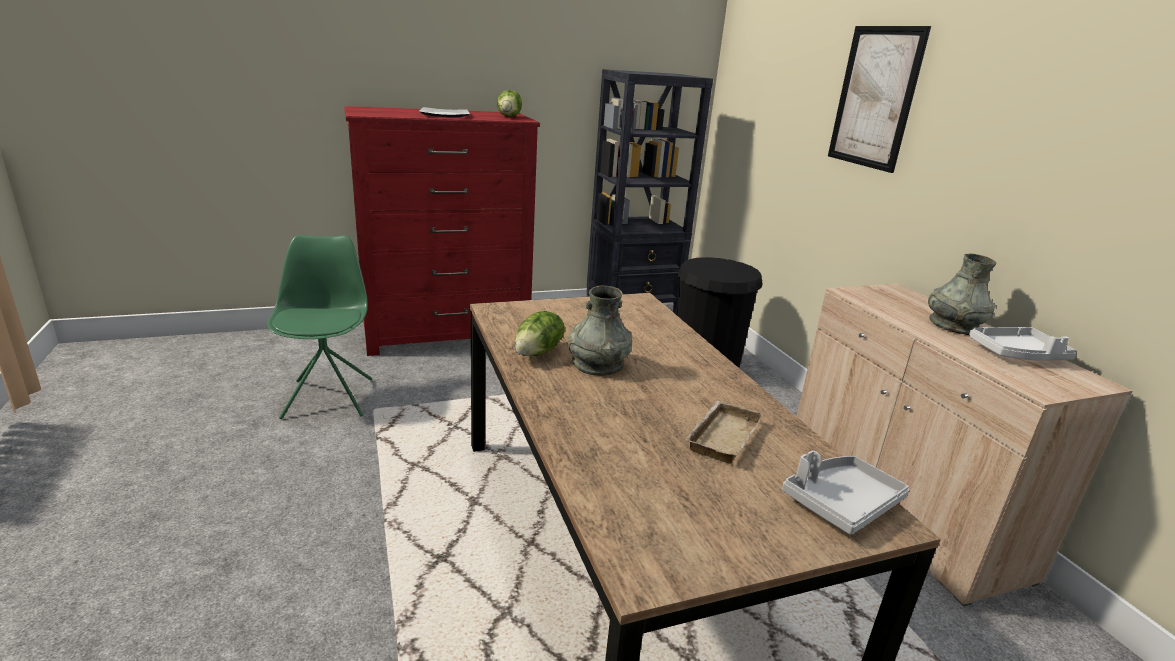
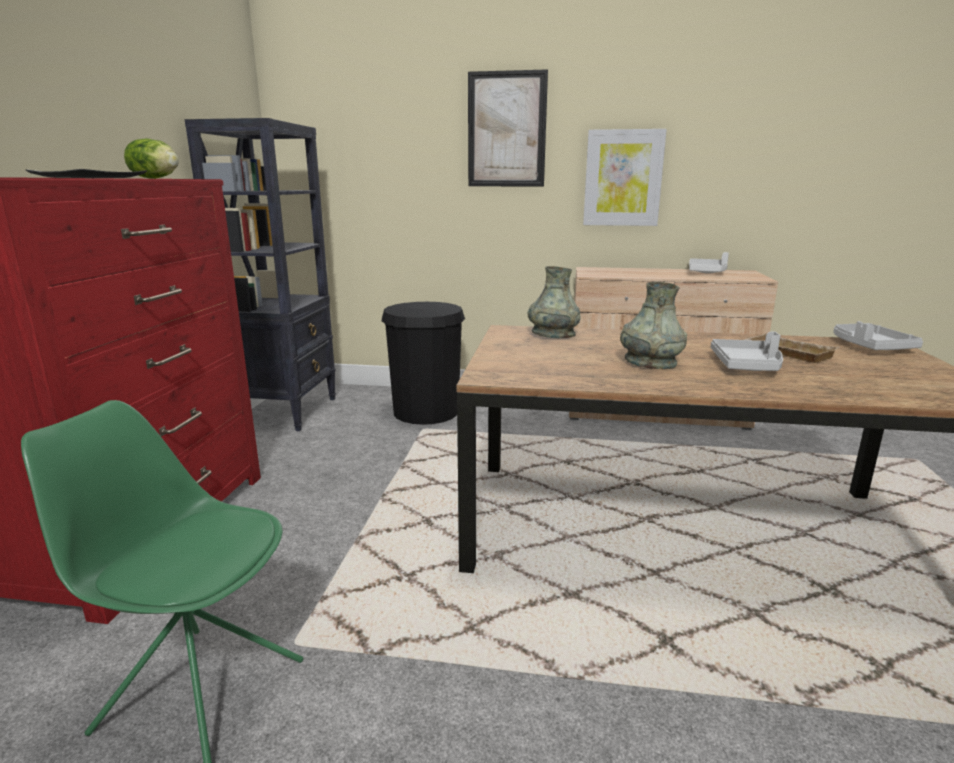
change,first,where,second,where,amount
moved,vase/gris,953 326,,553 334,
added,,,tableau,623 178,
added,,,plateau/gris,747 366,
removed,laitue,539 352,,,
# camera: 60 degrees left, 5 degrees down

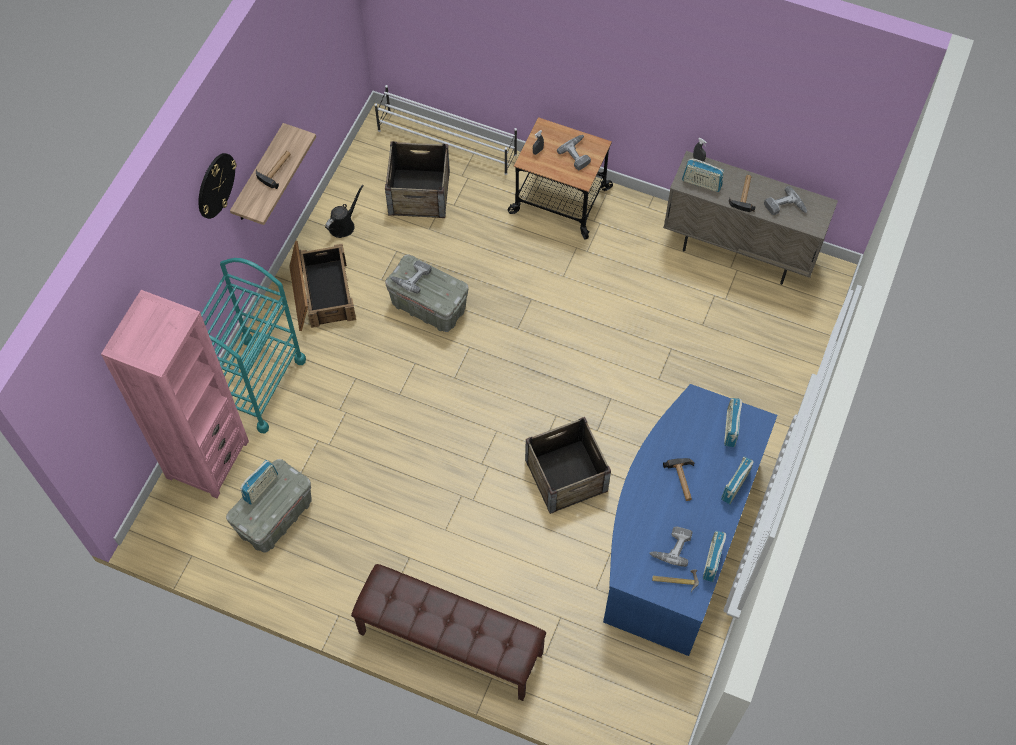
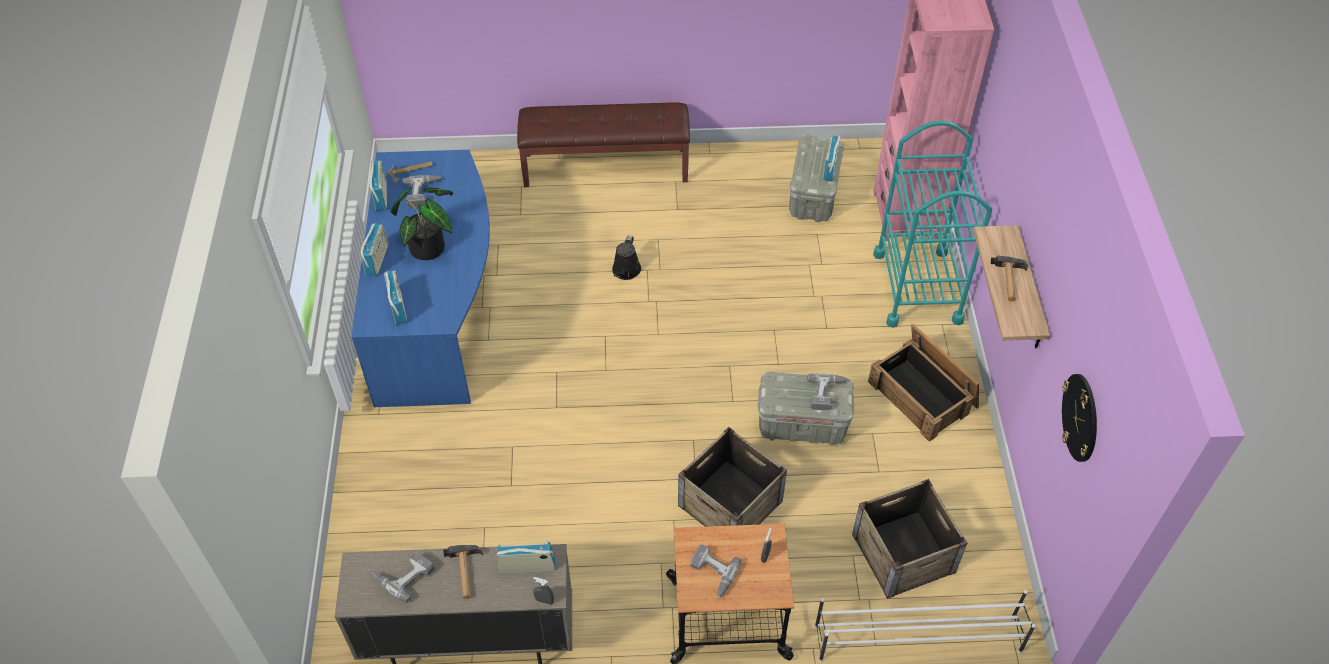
change,first,where,second,where,amount
replaced,marteau,683 481,plante en pot,431 246,
moved,arrosoir/noir,343 225,,625 271,
moved,caisse,566 475,,729 503,
moved,horloge murale,215 185,,1080 417,
# camera: 155 degrees right, 10 degrees down

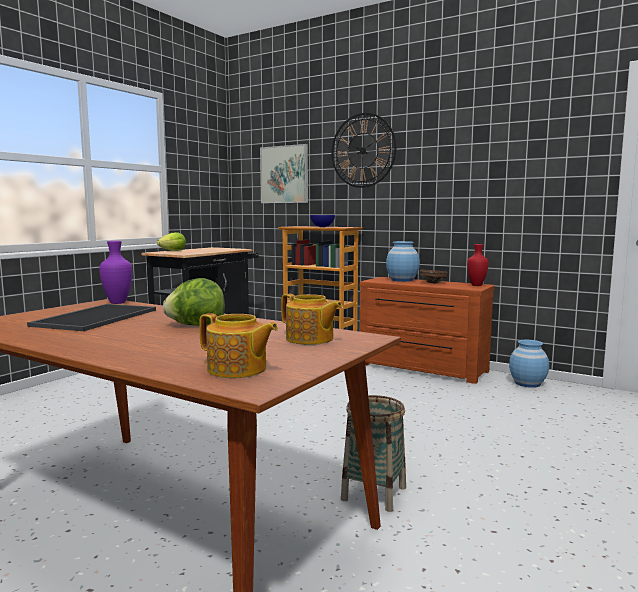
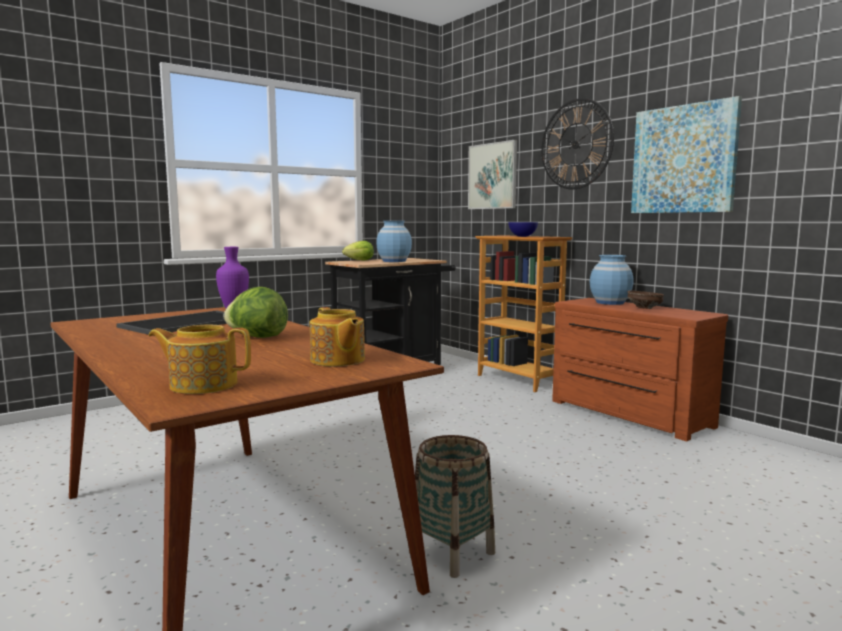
change,first,where,second,where,amount
turned,théière,237 370,,202 385,135 degrees clockwise
moved,vase/bleu,527 383,,394 261,
added,,,tableau,683 159,
removed,vase/rouge,476 285,,,
# camera: 20 degrees right, 0 degrees up

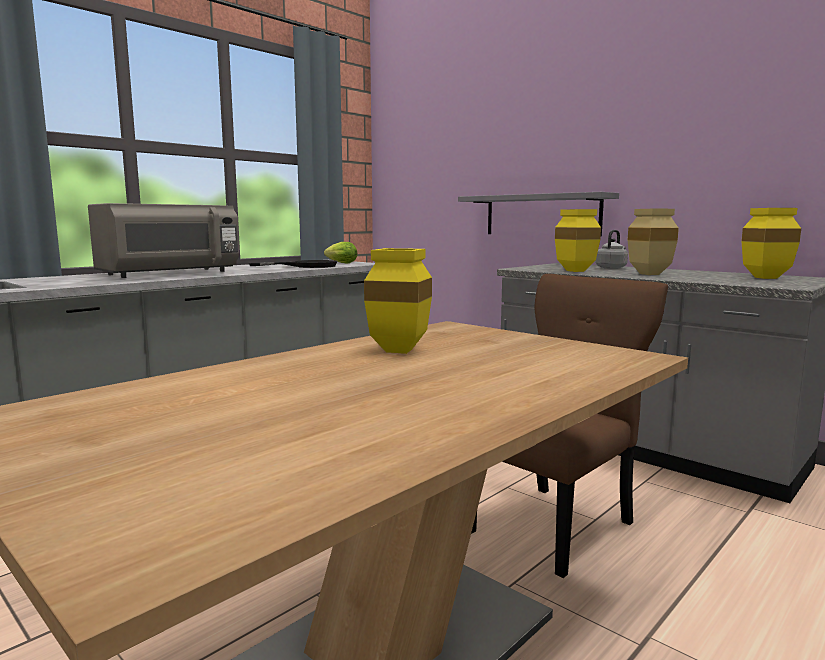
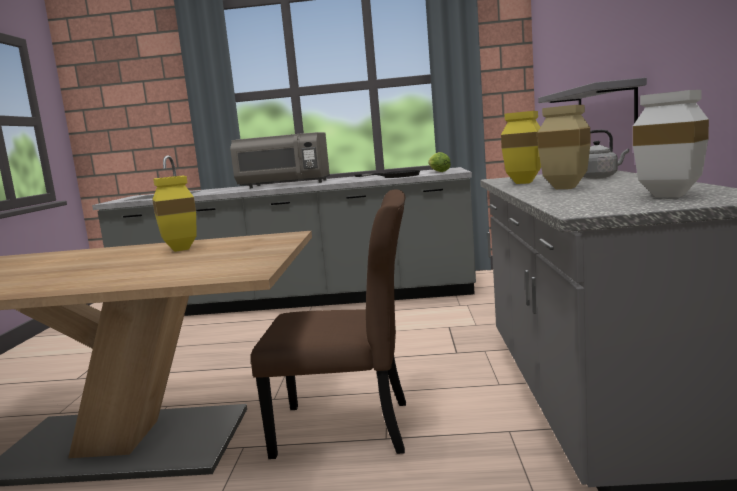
change,first,where,second,where,amount
recoloured,vase/jaune,764 278,vase/blanc,665 196,
# camera: 50 degrees right, 0 degrees up

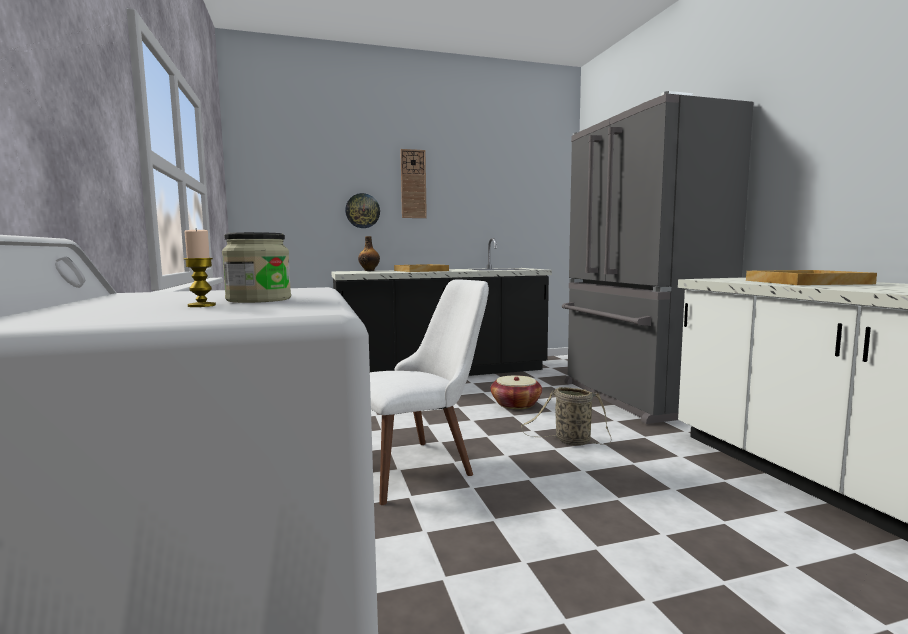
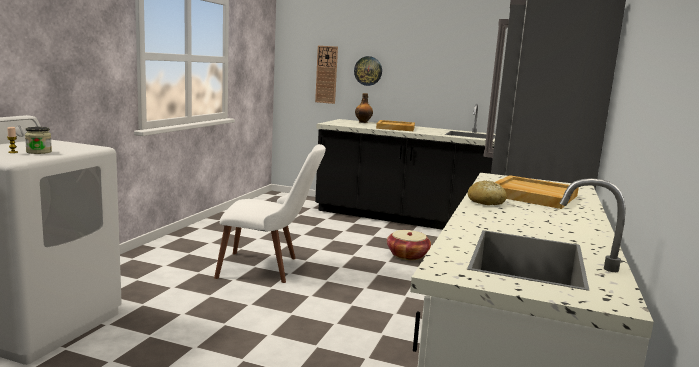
change,first,where,second,where,amount
moved,horloge murale,413 184,,326 74,
added,,,pain,486 202,
removed,panier,570 441,,,
# camera: 35 degrees right, 5 degrees up

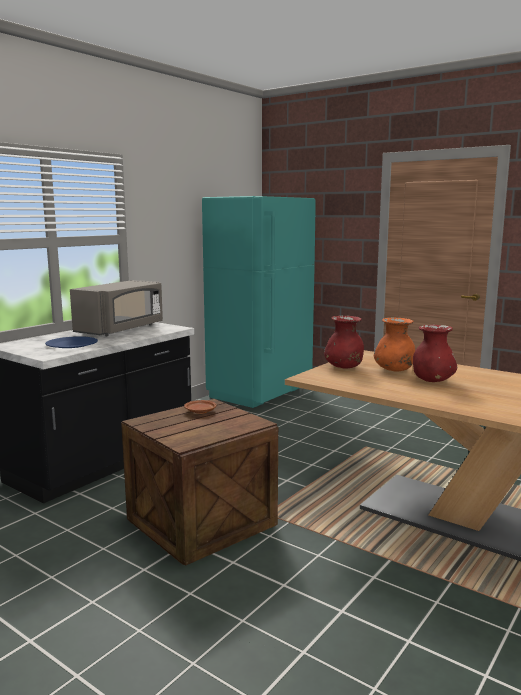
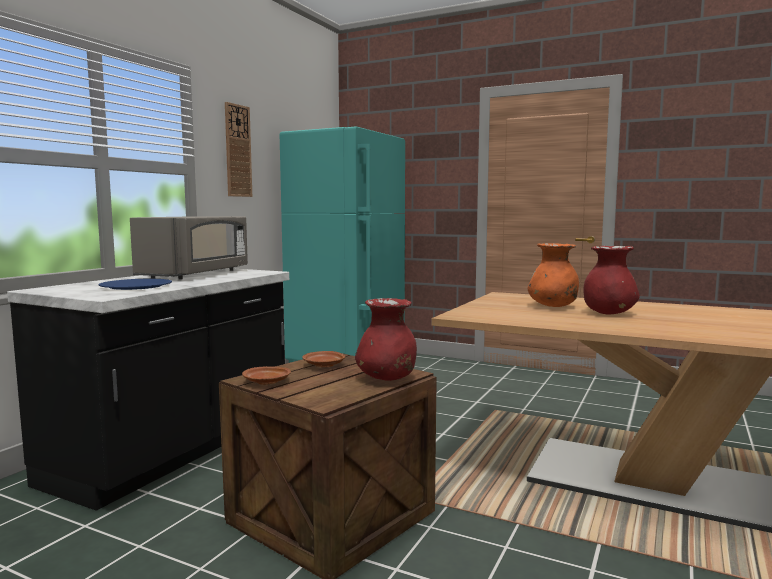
change,first,where,second,where,amount
added,,,horloge murale,237 151,
added,,,assiette/marron,267 382,
moved,vase/rouge,344 367,,387 379,
# camera: 10 degrees left, 5 degrees down

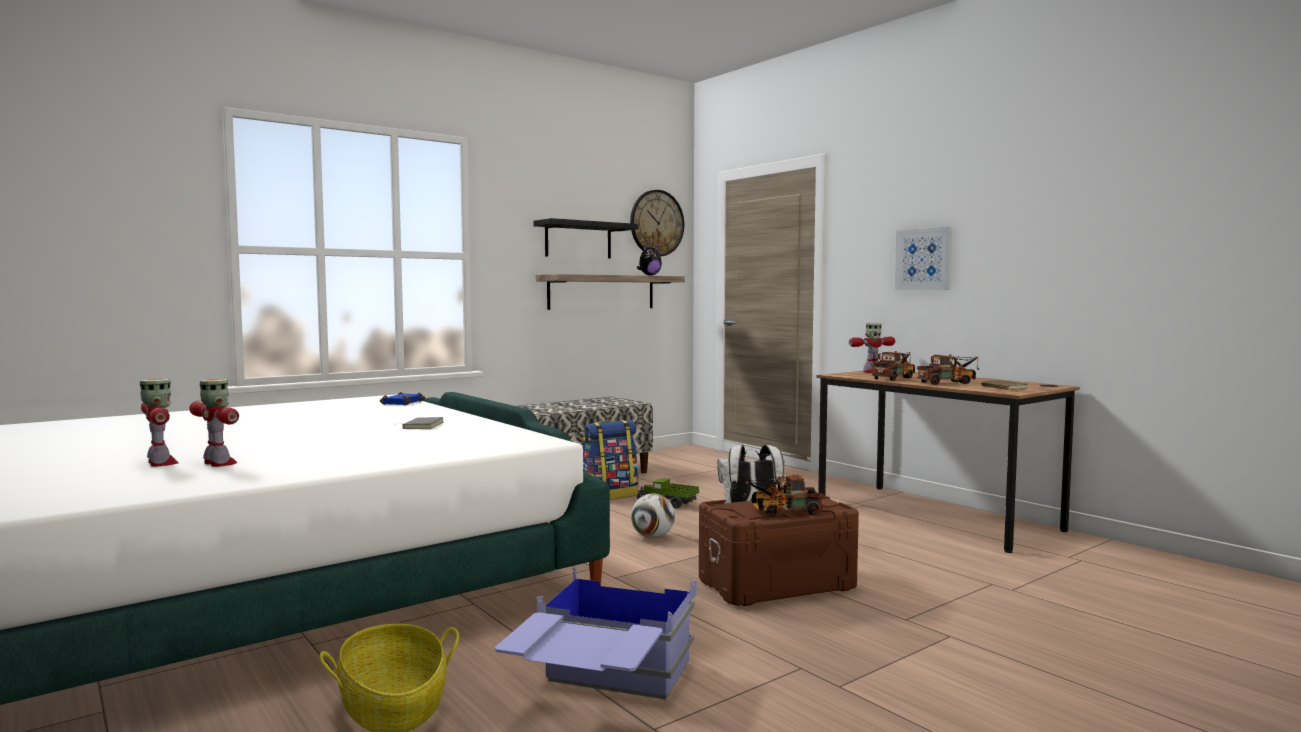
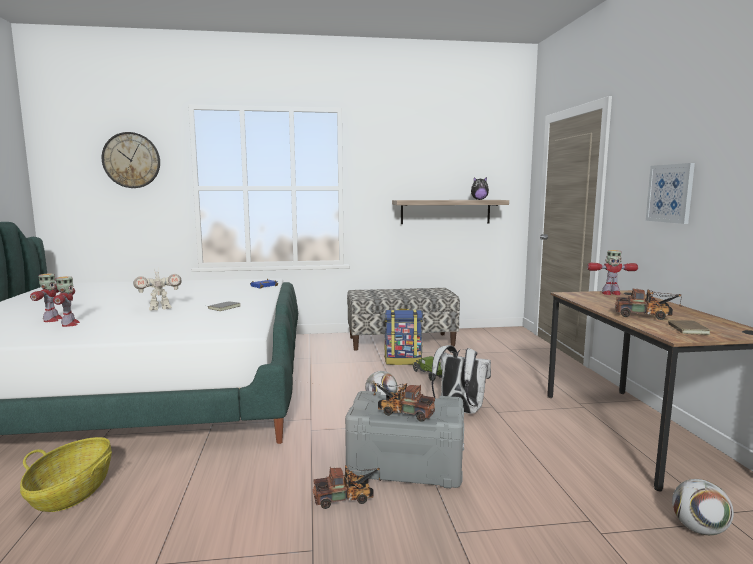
change,first,where,second,where,amount
moved,horloge murale,656 223,,131 160,
added,,,robot jouet,159 309,
moved,camion jouet,895 378,,347 498,
recoloured,boîte de rangement/marron,775 583,boîte de rangement/gris,405 465,
added,,,ballon de foot,699 529,
removed,boîte de rangement/bleu,601 694,,,
removed,étagère/noir,578 240,,,
# camera: 30 degrees right, 5 degrees up

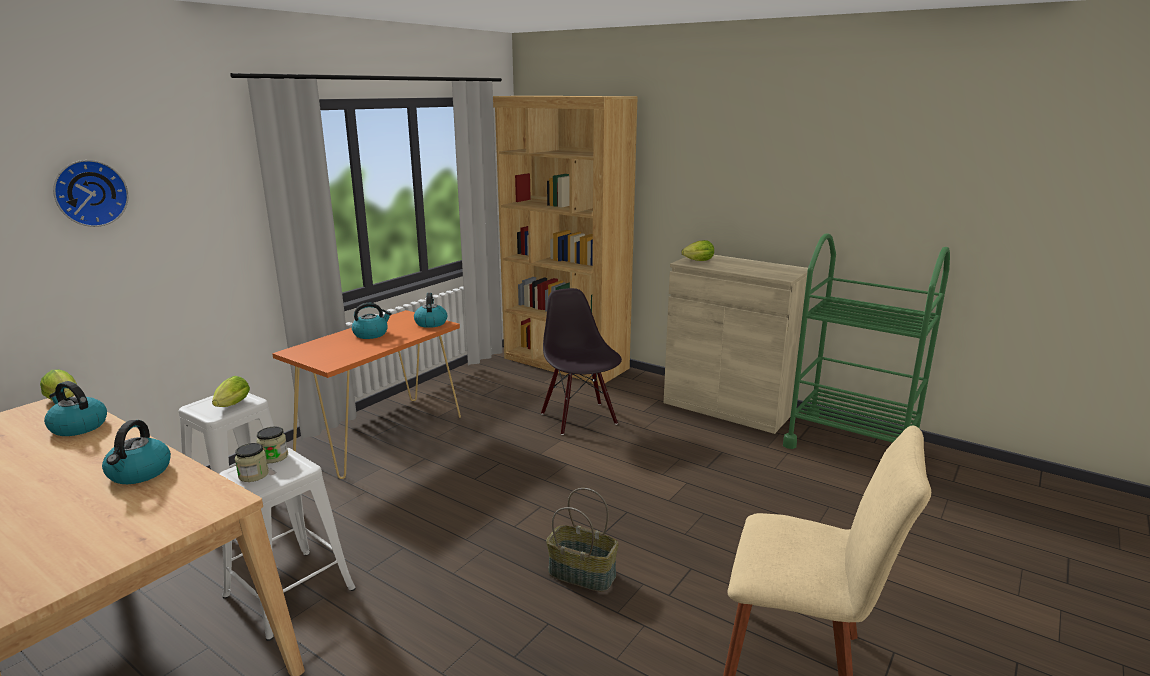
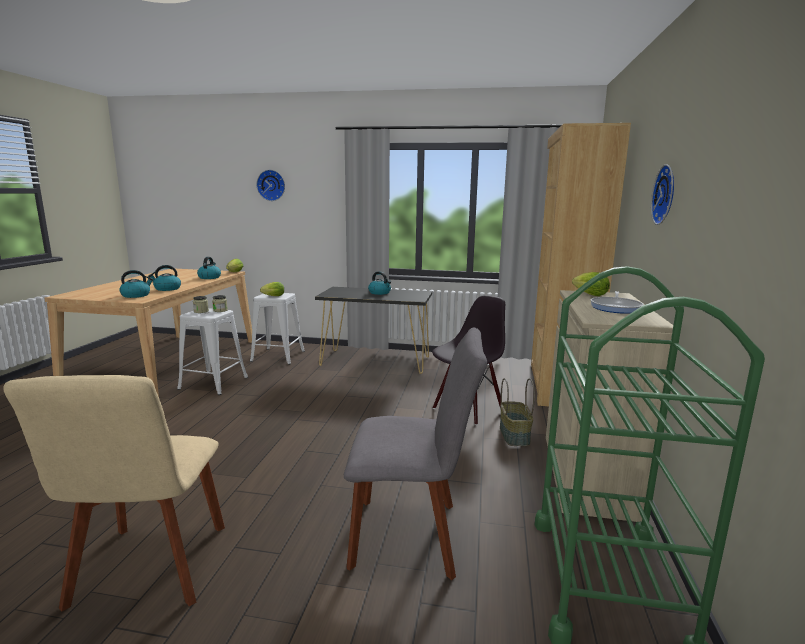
change,first,where,second,where,amount
moved,bouilloire,431 323,,136 295,
recoloured,table console/orange,382 435,table console/noir,376 361,
added,,,chaise/gris,412 535,
moved,panier,583 574,,515 435,
added,,,poêle,616 307,
added,,,horloge murale,667 195,
# camera: 65 degrees right, 5 degrees down

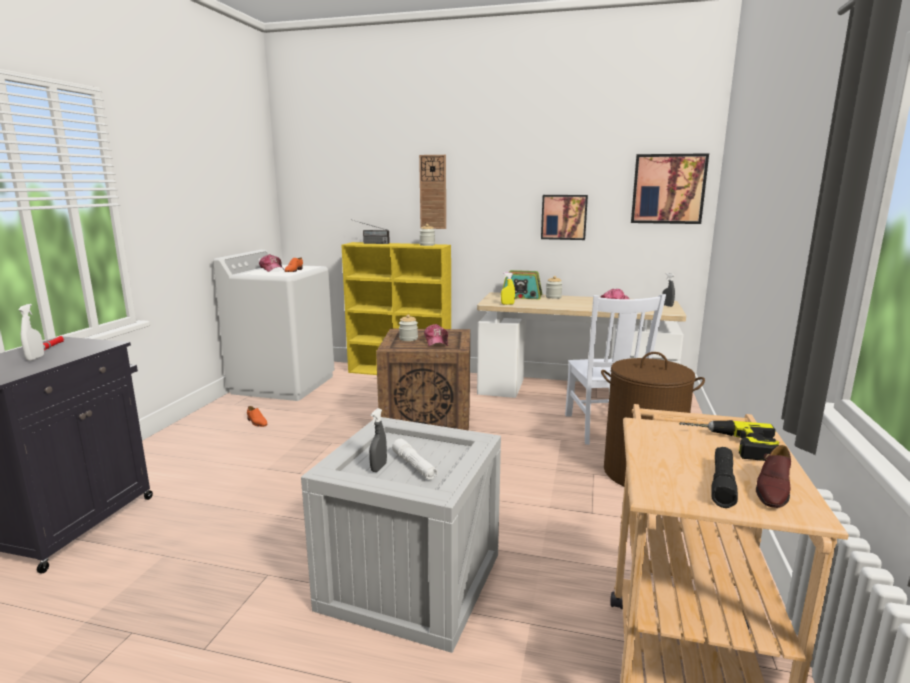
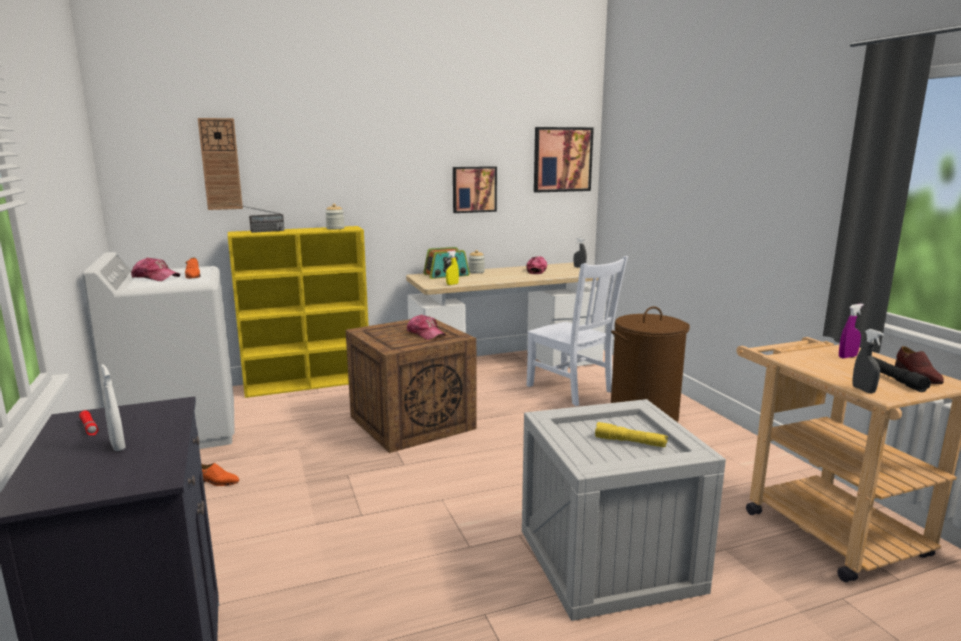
change,first,where,second,where,amount
moved,horloge murale,433 192,,220 164,
recoloured,lampe de poche/blanc,414 466,lampe de poche/jaune,630 442,
replaced,perceuse,729 444,vaporisateur/violet,847 357,
moved,vaporisateur/gris,378 468,,863 390,
removed,bocal,408 339,,,
# camera: 35 degrees left, 0 degrees up

